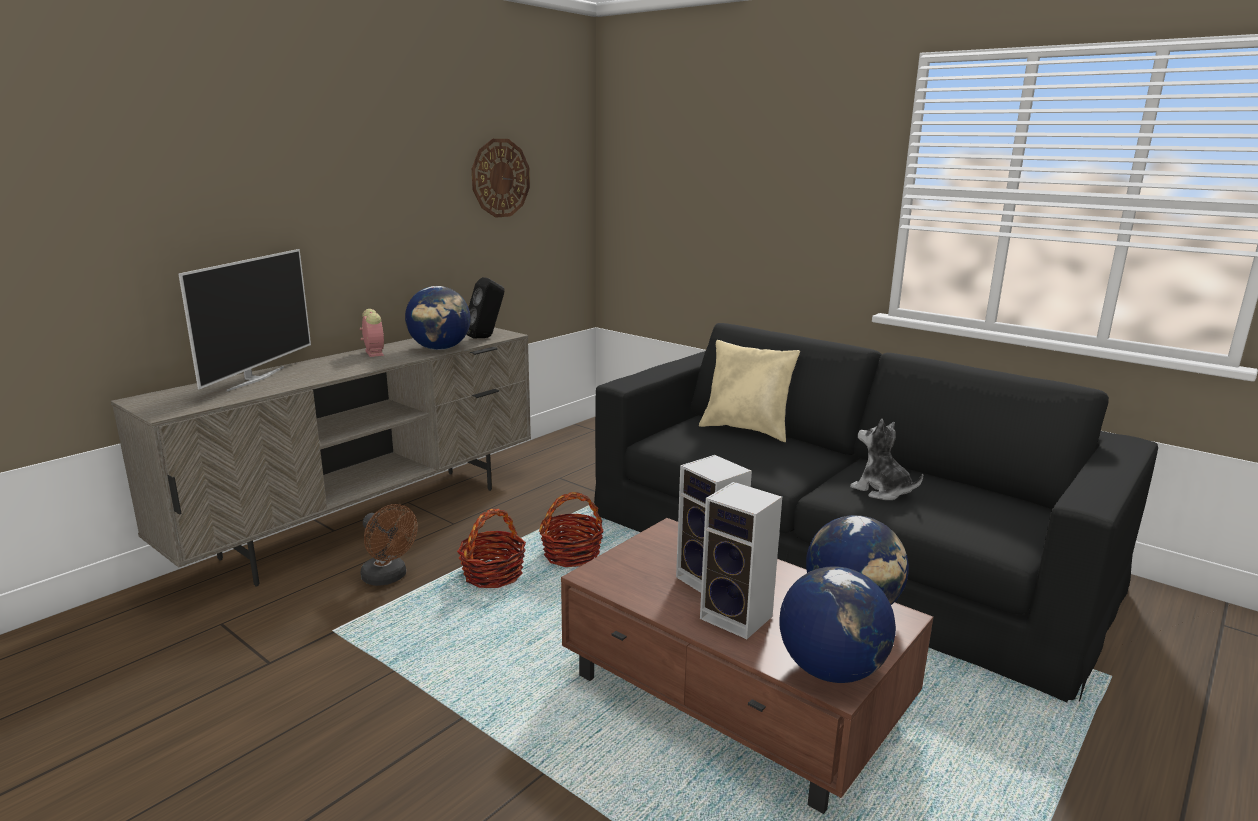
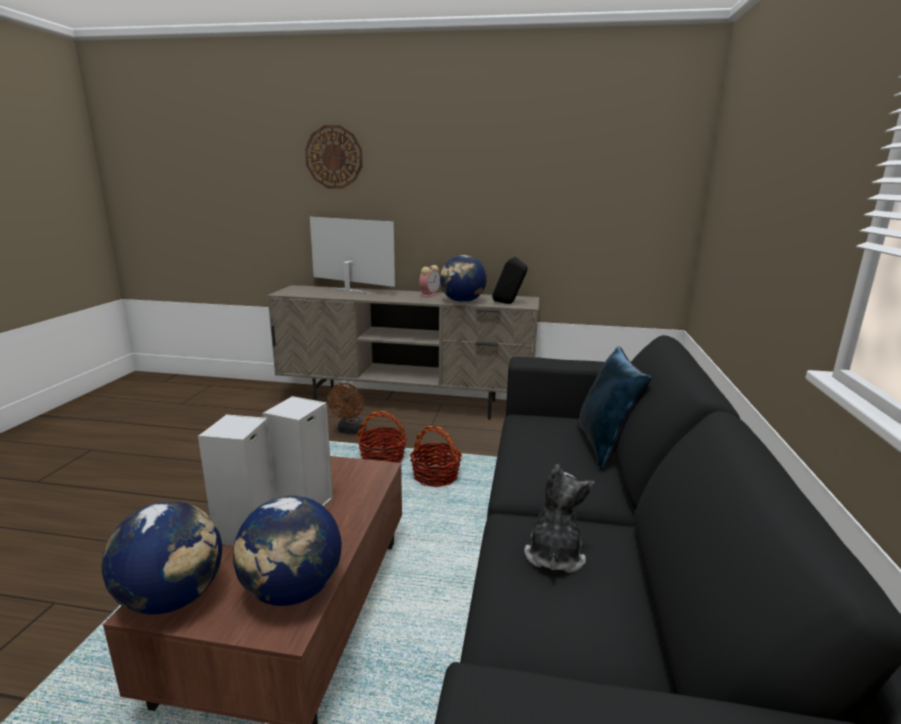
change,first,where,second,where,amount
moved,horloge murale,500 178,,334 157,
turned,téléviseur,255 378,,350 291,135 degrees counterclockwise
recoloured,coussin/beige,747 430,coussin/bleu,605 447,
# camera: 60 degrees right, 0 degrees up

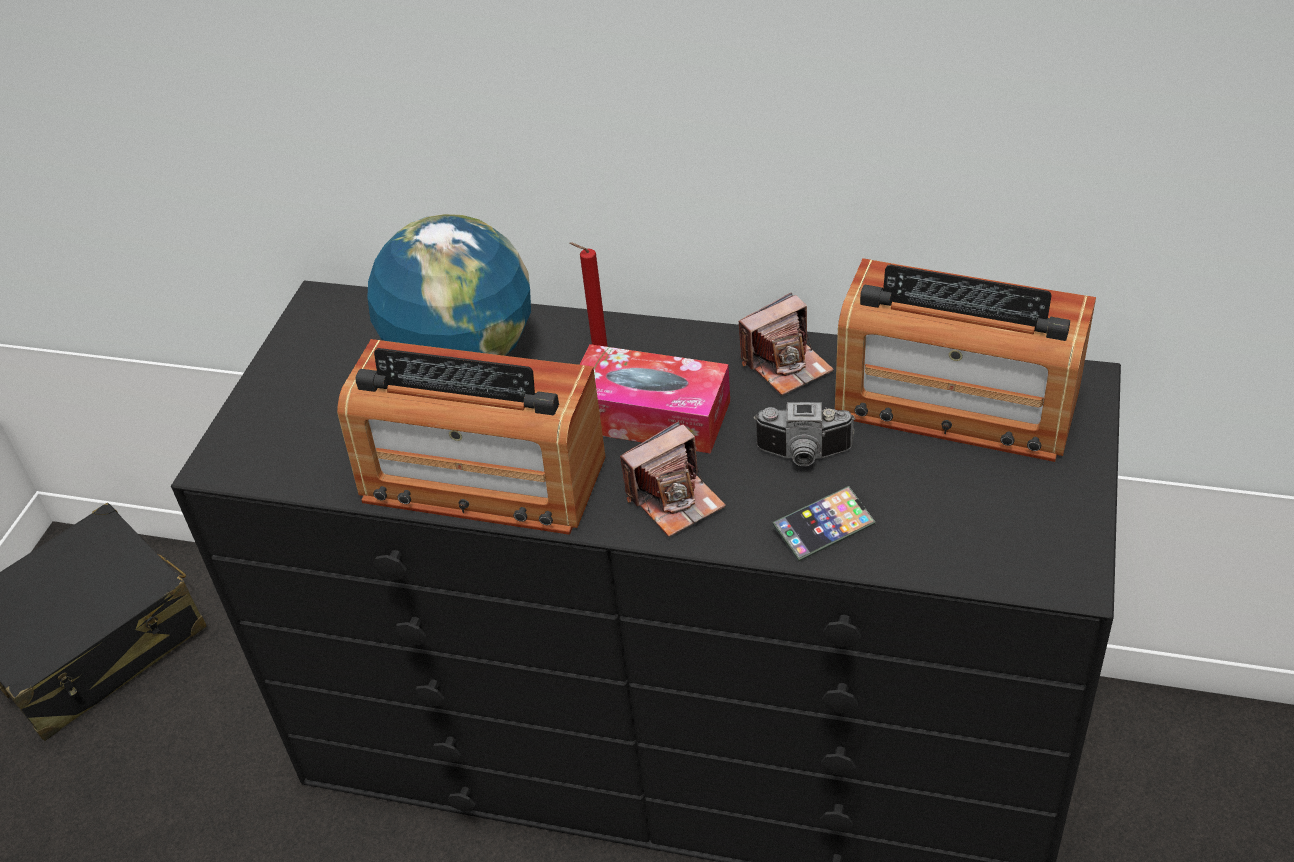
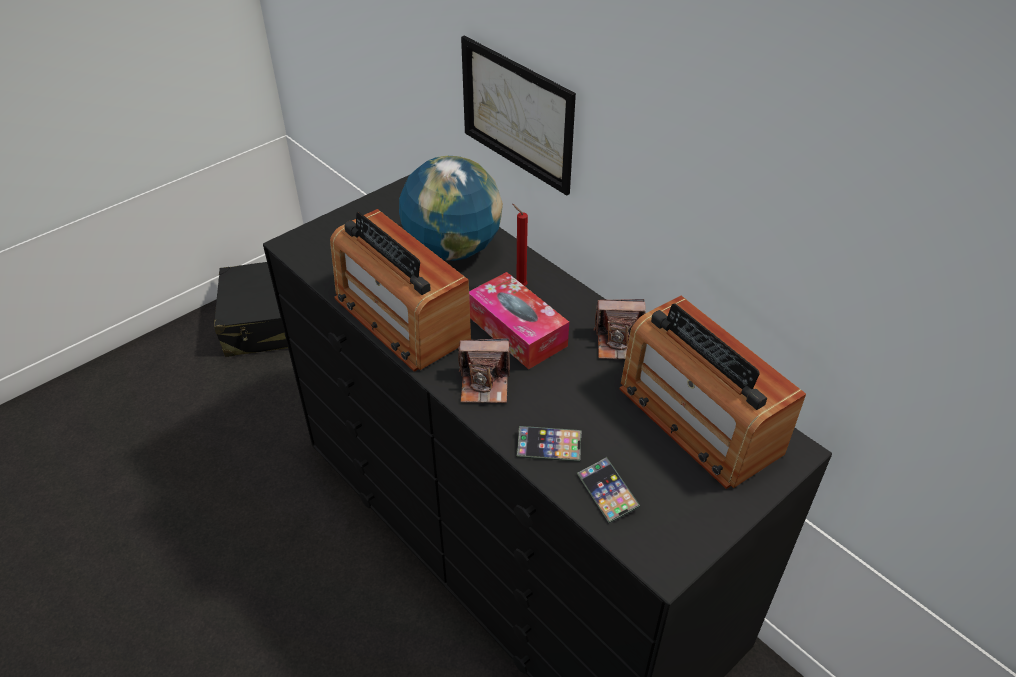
change,first,where,second,where,amount
added,,,tableau,517 114,
added,,,téléphone,607 492,
removed,appareil photo,804 456,,,
# camera: 30 degrees right, 0 degrees up

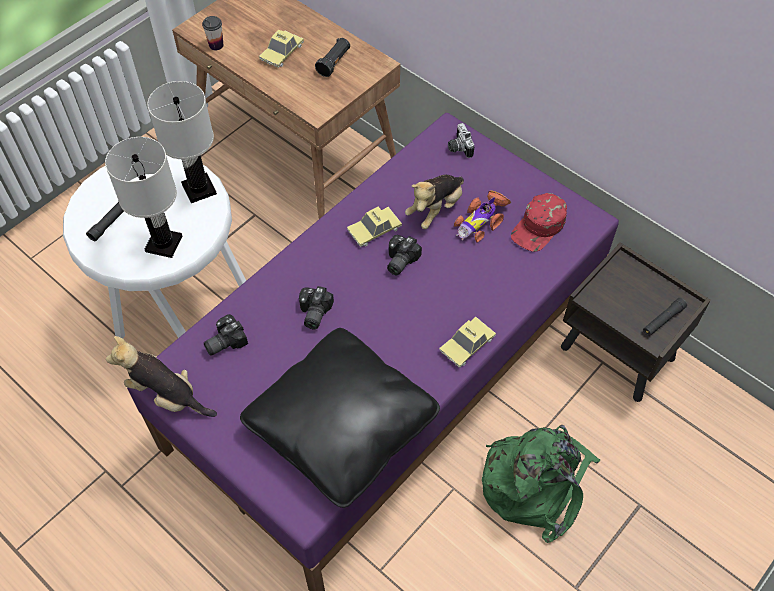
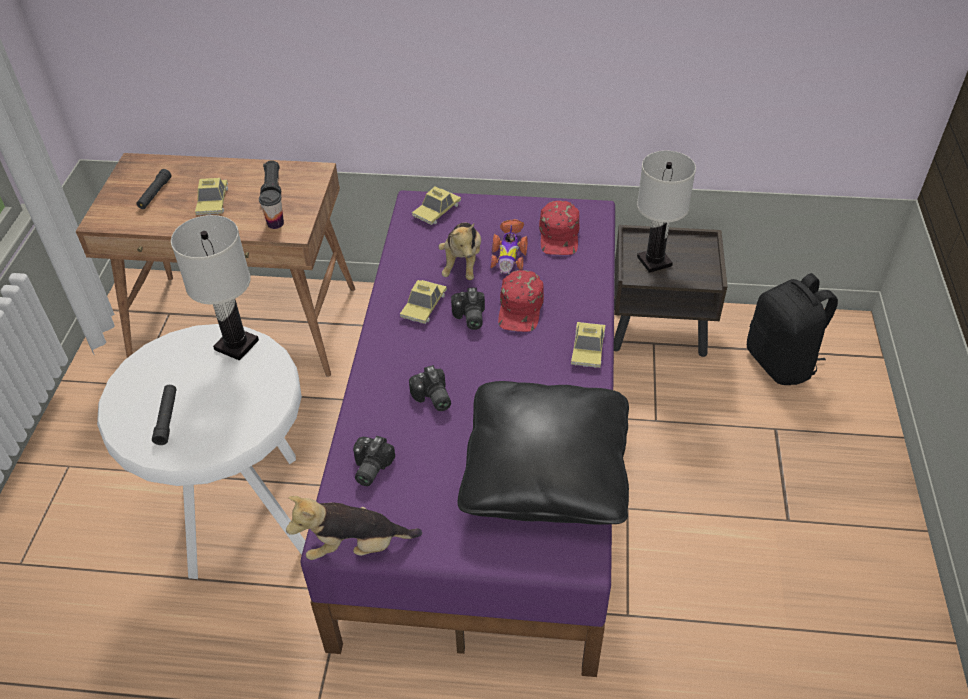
change,first,where,second,where,amount
moved,lampe de poche/noir,663 320,,155 194,
moved,tasse,216 45,,275 223,
replaced,appareil photo,458 147,petite voiture,436 210,
added,,,casquette/rouge,521 308,
moved,lampe de table/blanc,163 244,,654 262,
added,,,sac à dos/noir,781 362,
removed,sac à dos/vert,535 483,,,
# camera: 35 degrees left, 10 degrees down

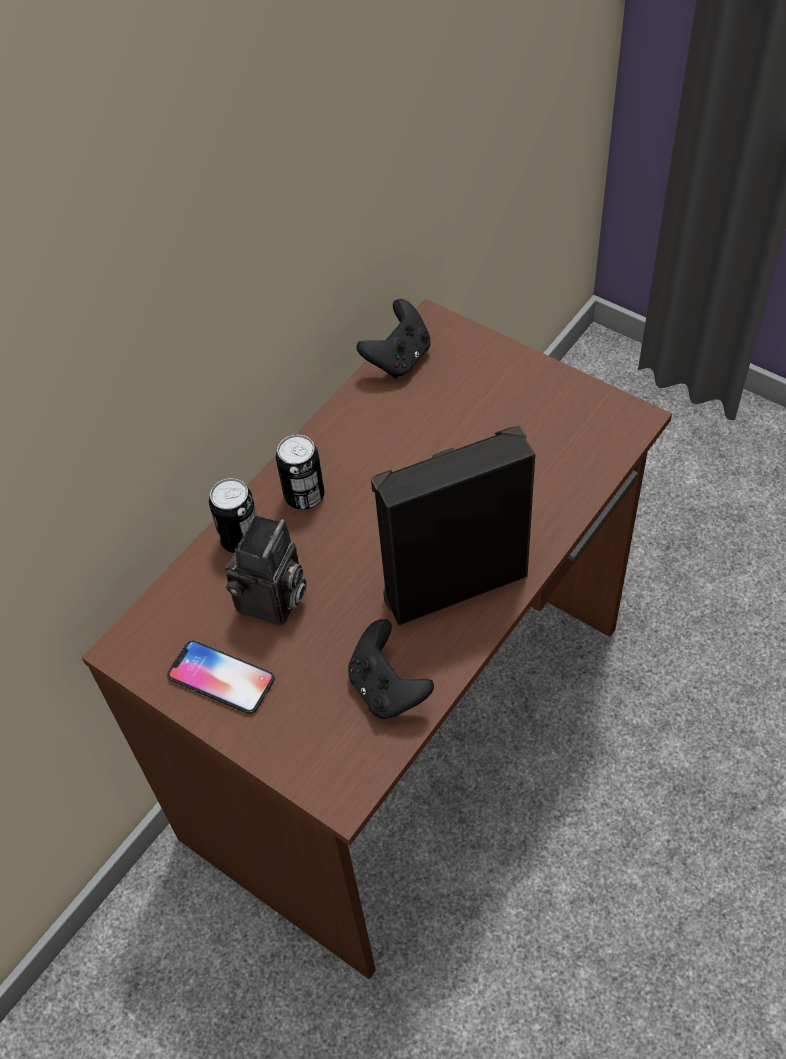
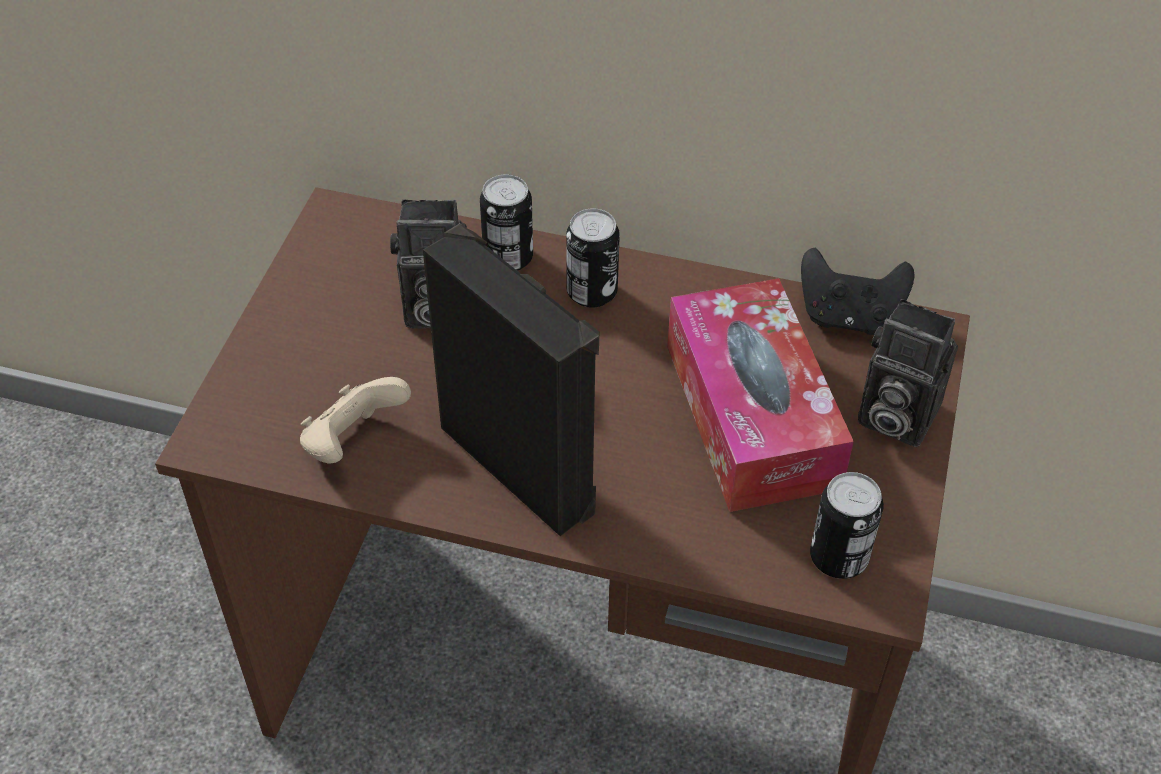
change,first,where,second,where,amount
recoloured,manette/noir,387 688,manette/beige,353 443,
added,,,boîte à mouchoirs,751 415,
added,,,boîte métallique,838 557,
added,,,appareil photo,892 416,
removed,téléphone,221 678,,,
# camera: 65 degrees right, 5 degrees down

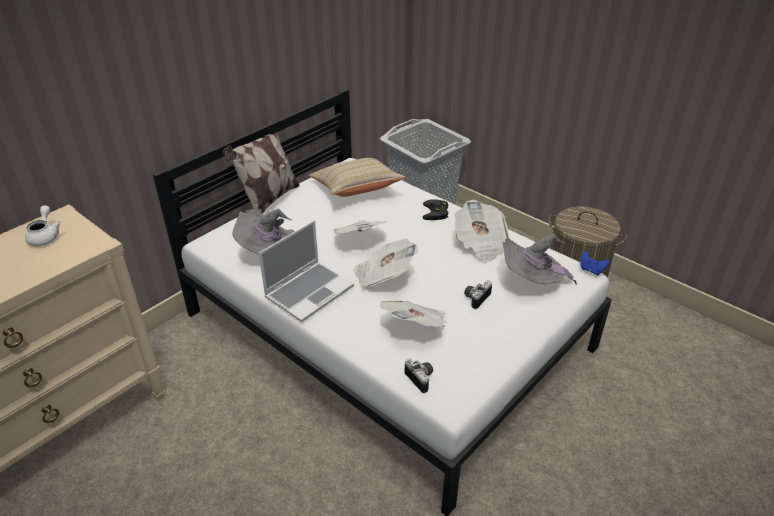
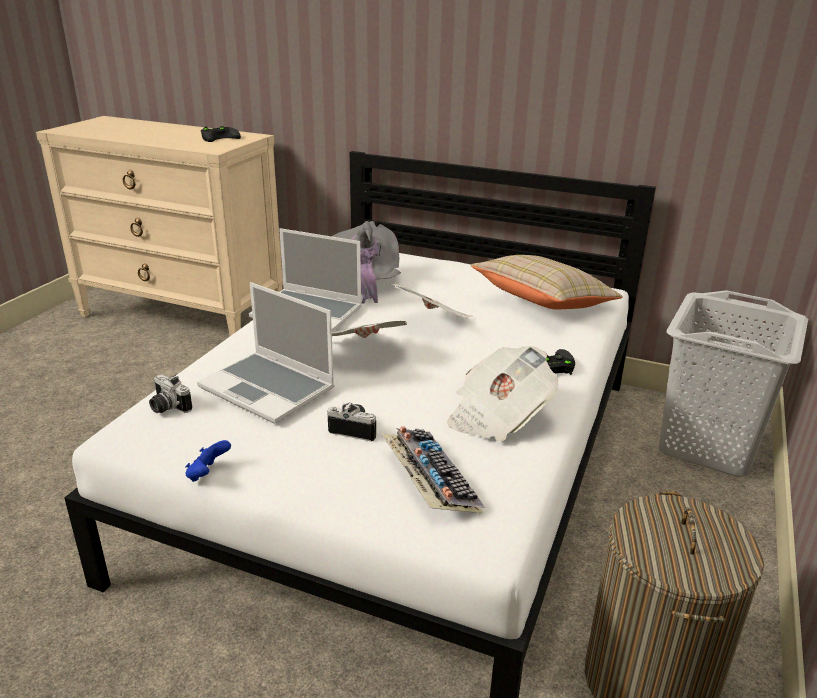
change,first,where,second,where,amount
turned,appareil photo,421 378,,167 407,90 degrees clockwise
moved,manette/bleu,591 270,,208 474,
replaced,journal,416 326,ordinateur portable,269 388,
replaced,théière/blanc,45 236,manette/noir,220 137,
replaced,chapeau/gris,531 282,clavier,428 480,
removed,coussin,268 200,,,
# camera: 70 degrees right, 10 degrees down

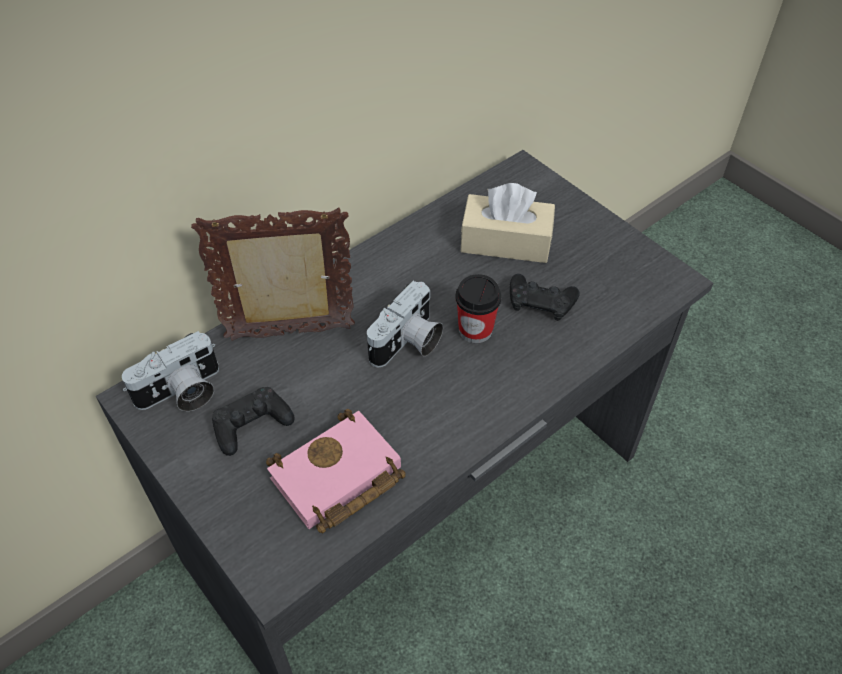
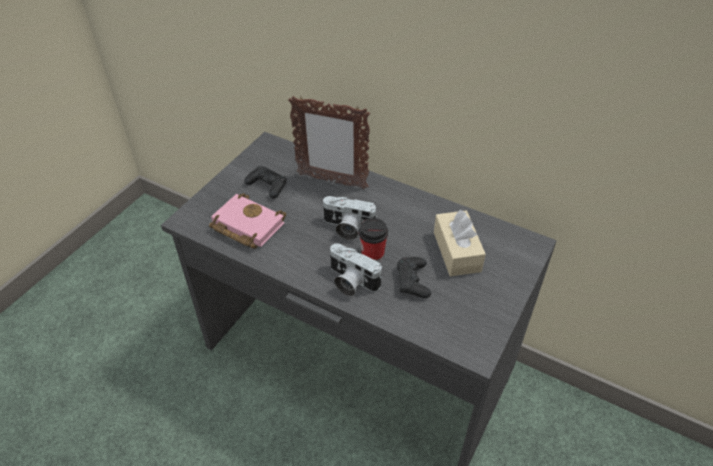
change,first,where,second,where,amount
turned,cadre photo,291 334,,331 181,135 degrees clockwise
moved,appareil photo,182 393,,350 282,
# camera: 70 degrees right, 5 degrees down

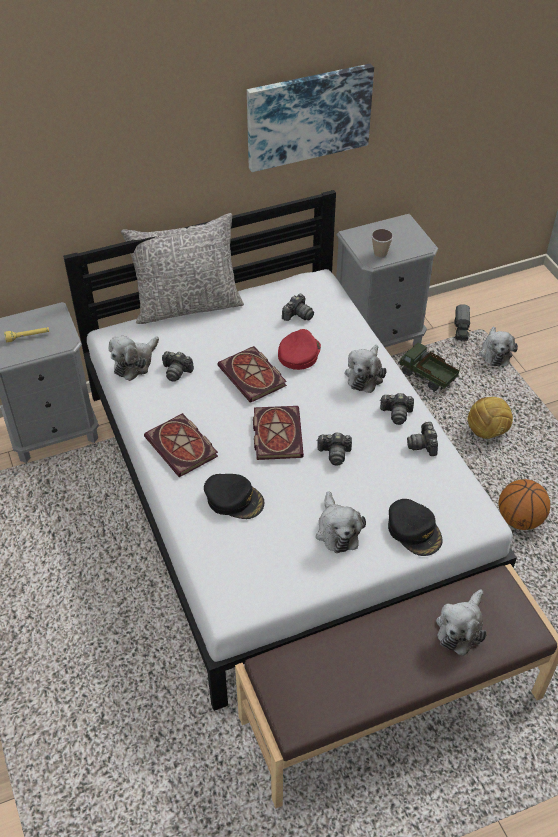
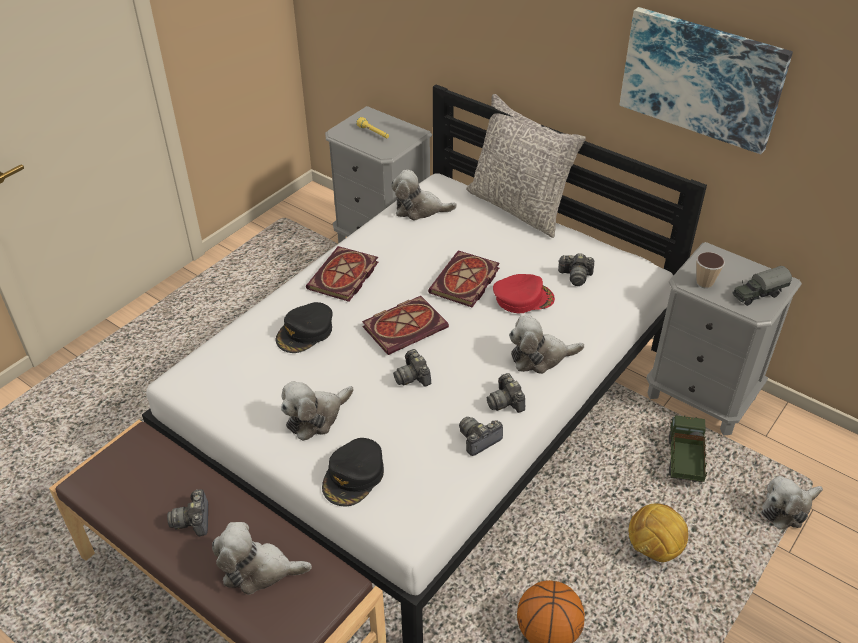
change,first,where,second,where,amount
moved,appareil photo,176 371,,193 520,
turned,casquette/noir,234 499,,305 332,45 degrees clockwise
moved,camion jouet,461 330,,758 295,
# camera: 60 degrees right, 5 degrees down

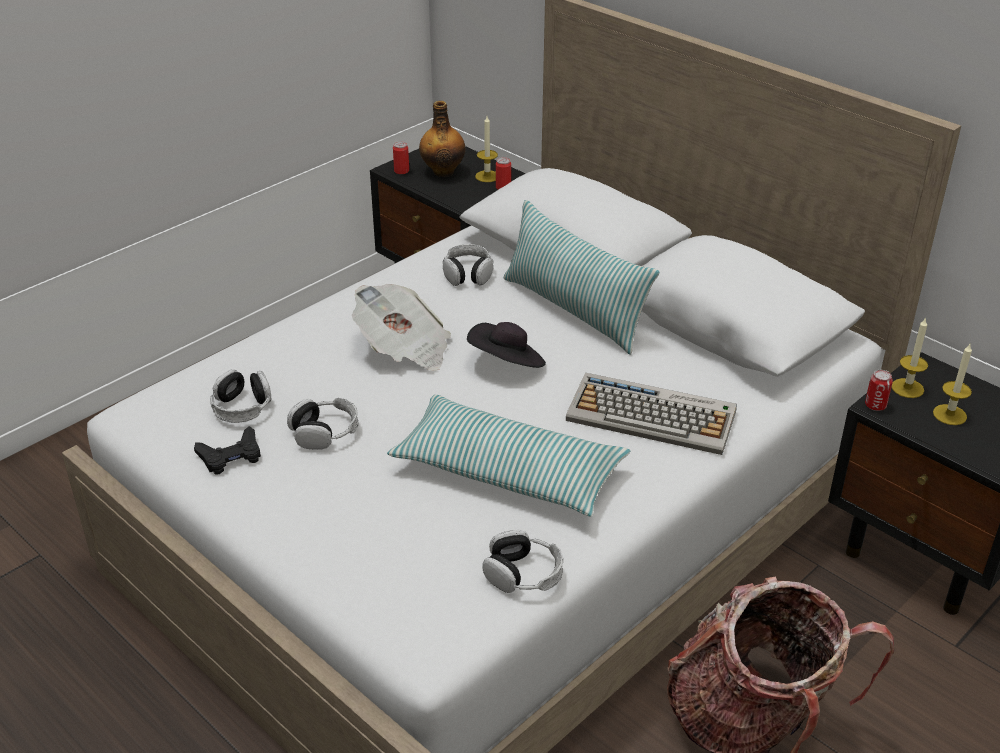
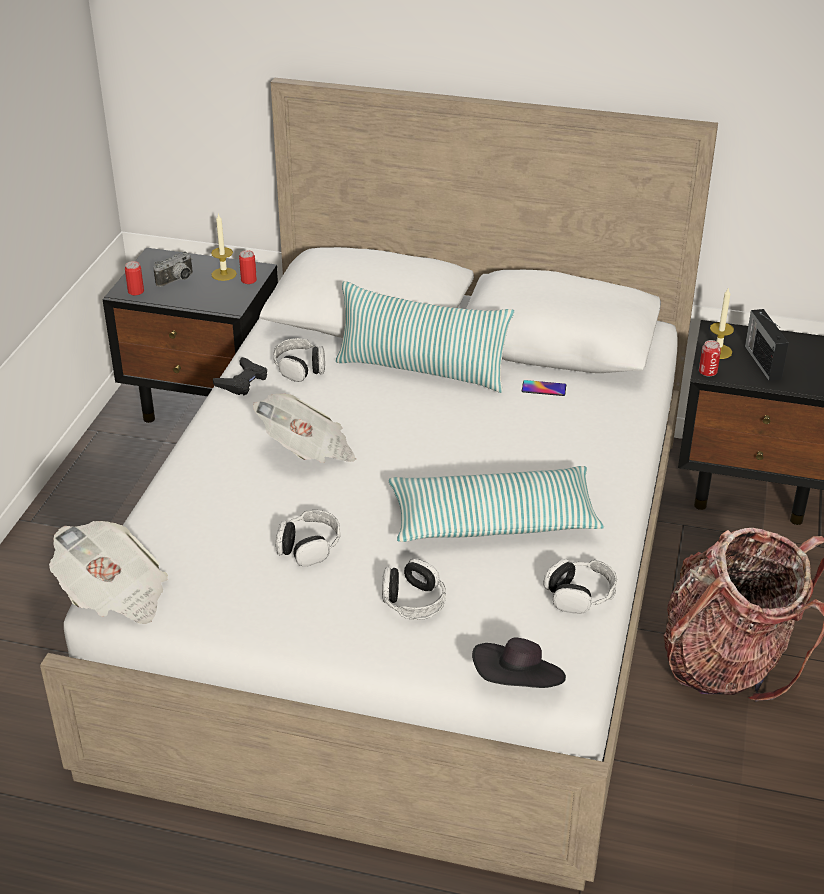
change,first,where,second,where,amount
added,,,journal,114 595,
replaced,bouteille,443 171,appareil photo,177 281,
moved,manette/noir,231 456,,242 381,
moved,casque audio,242 407,,413 601,
moved,chapeau/noir,507 364,,518 684,
added,,,téléphone,544 388,
replaced,bougie,949 415,radio,762 362,
removed,clavier,653 416,,,
# camera: 30 degrees left, 0 degrees up

